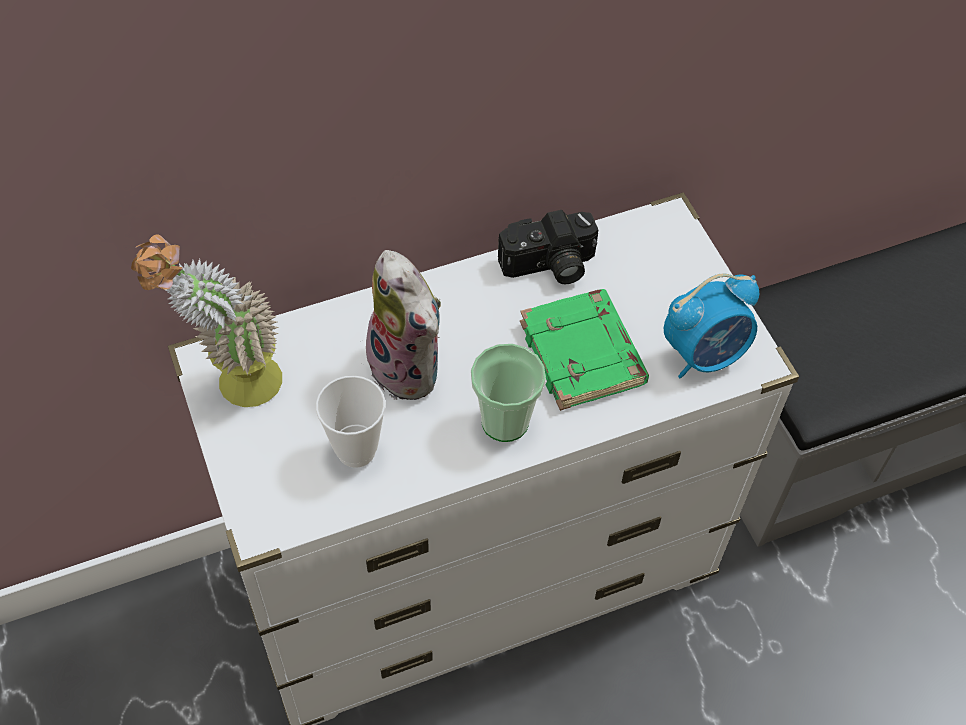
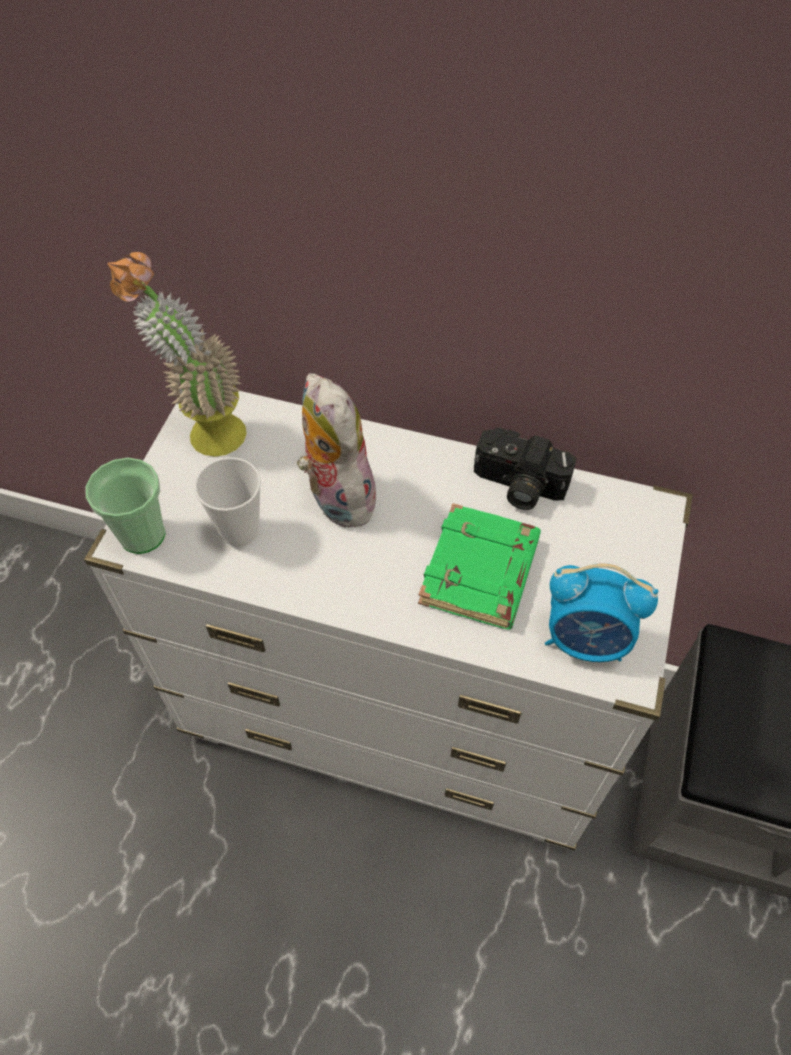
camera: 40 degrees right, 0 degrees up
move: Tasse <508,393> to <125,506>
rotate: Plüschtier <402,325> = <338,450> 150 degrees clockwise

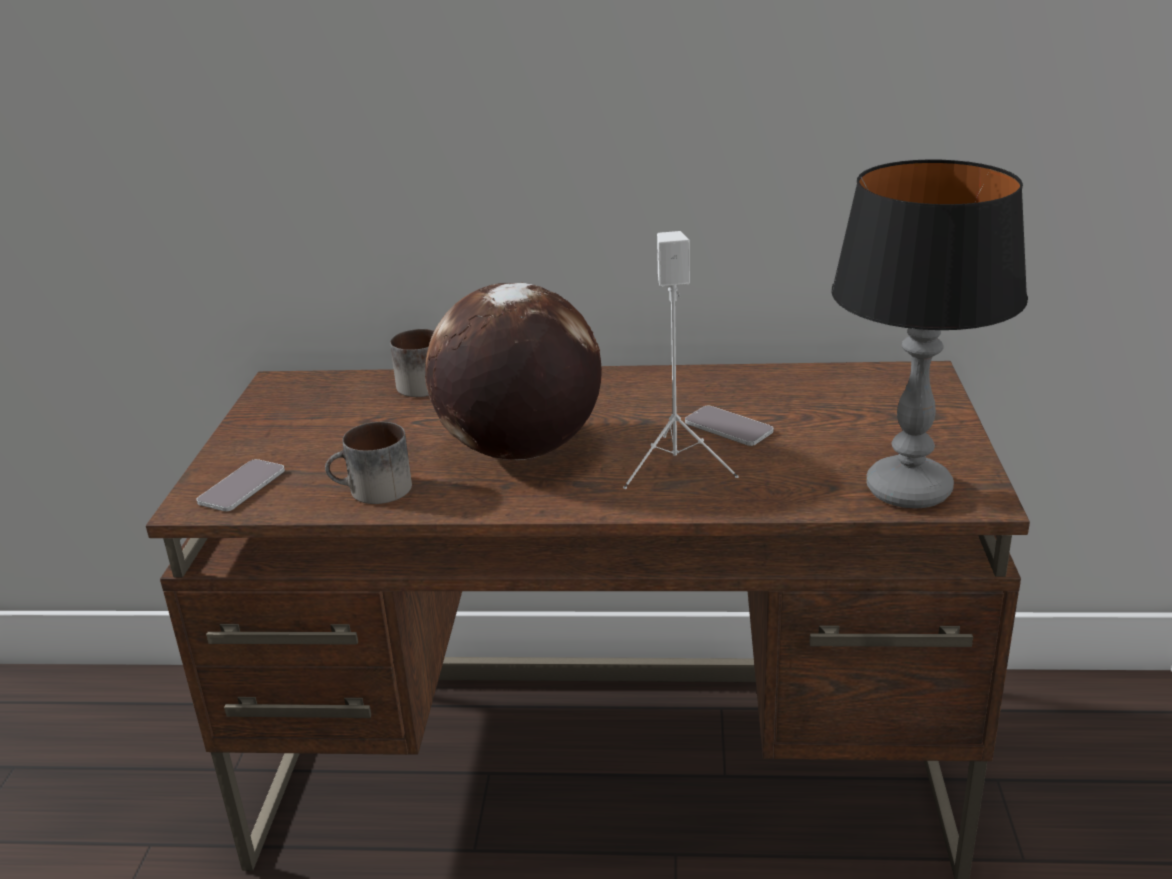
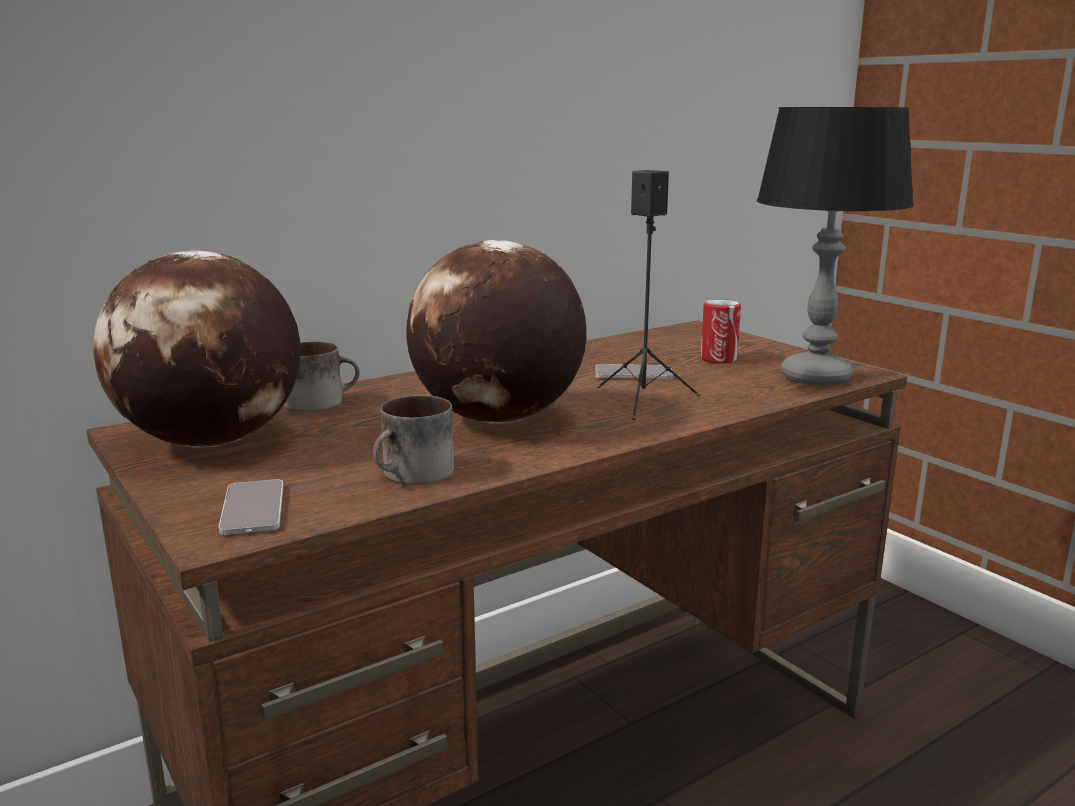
camera: 40 degrees left, 10 degrees down
insert: Globus <197,349>; Dose <721,331>
recolor: Lautsprecher/weiß <681,360> to Lautsprecher/schwarz <648,295>

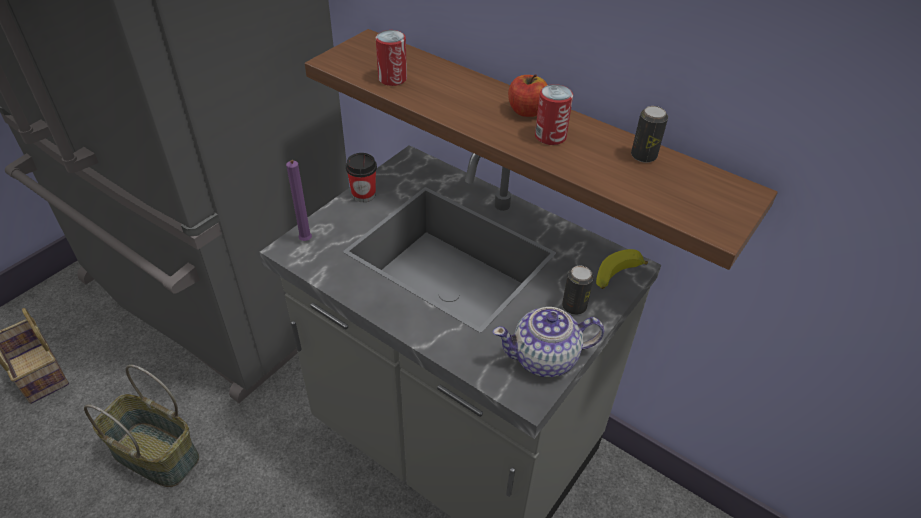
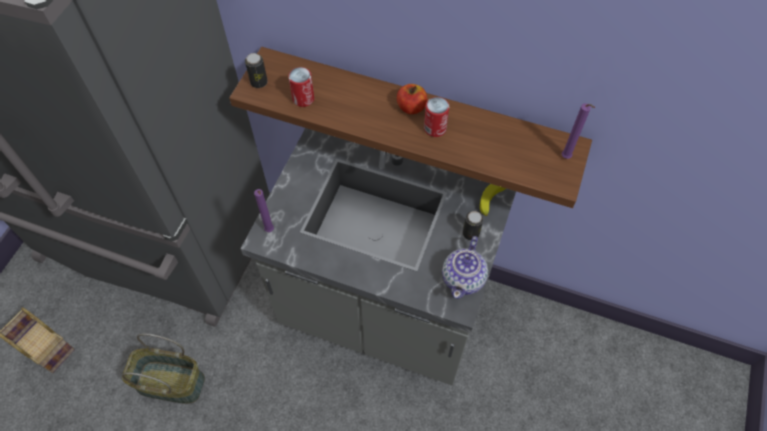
camera: 15 degrees left, 15 degrees up
delete: Tasse <361,177>
insert: Kerze/lila <578,131>
move: Dose <649,134> to <256,70>
rotate: Teekanne <548,342> = <465,267> 45 degrees counterclockwise

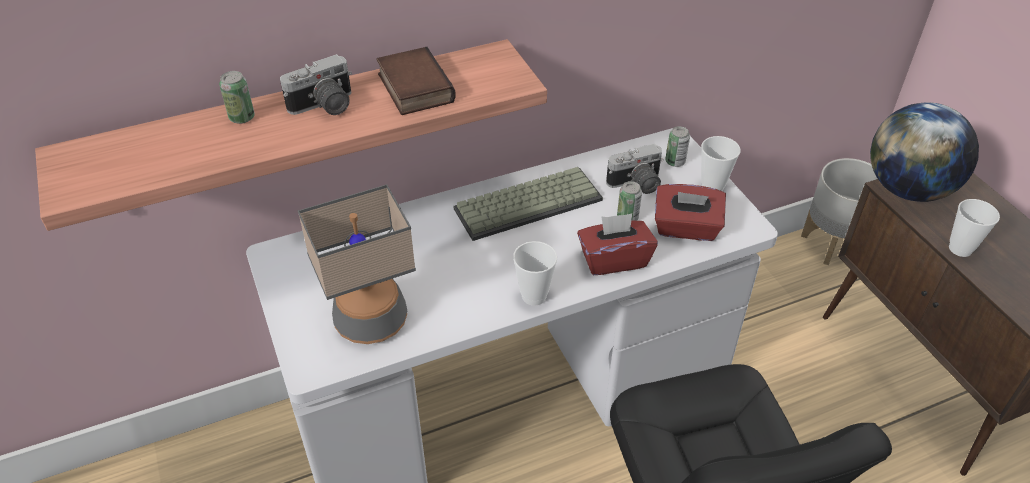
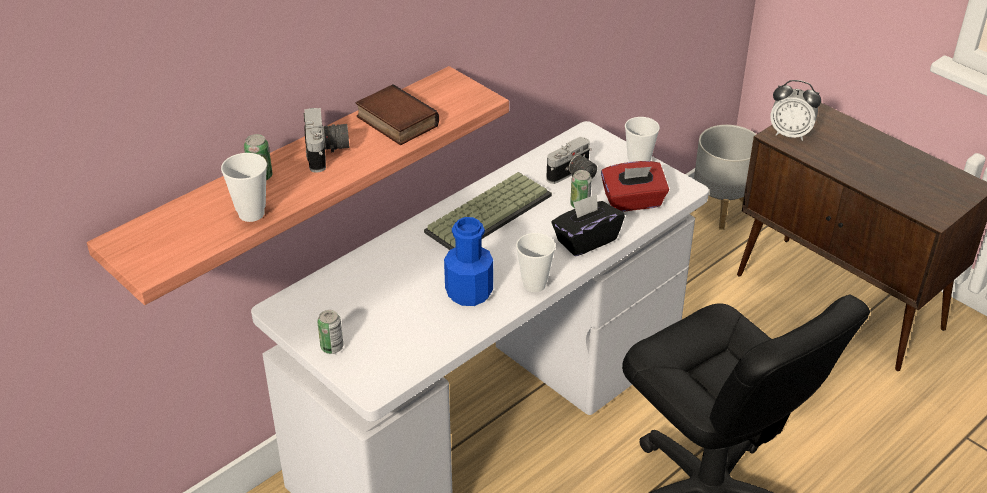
camera: 20 degrees left, 5 degrees down
delete: Tischlampe <357,264>
insert: Flasche/blau <468,261>
move: Tasse <974,228> to <244,187>; Dose <677,146> to <330,332>
replace: Globus <924,152> to Wecker <795,110>
recolor: Taschentuchbox/rot <617,244> to Taschentuchbox/schwarz <588,225>
rotate: Kamera <316,84> = <327,140> 45 degrees counterclockwise

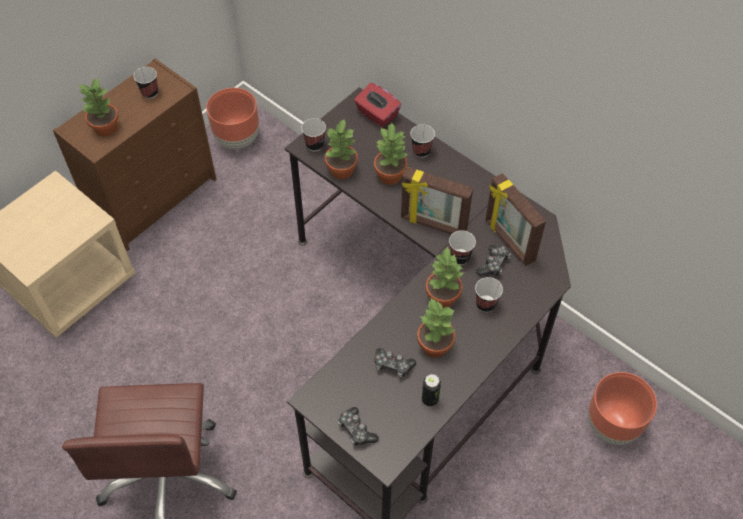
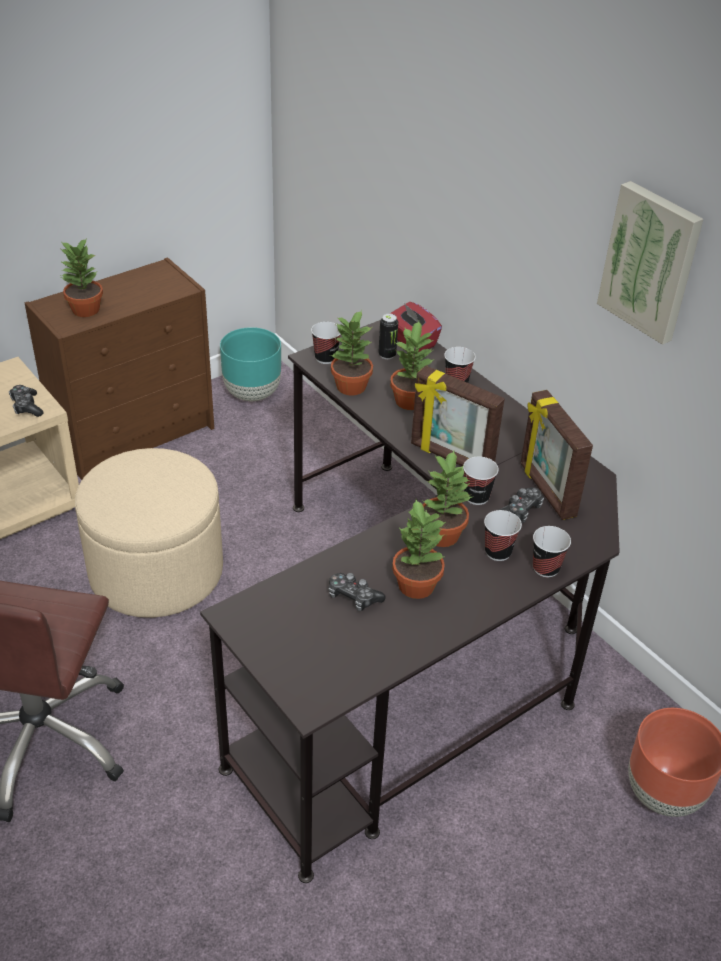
camera: 10 degrees right, 15 degrees down
insert: Polsterhocker/beige <149,533>; Bild <650,263>
move: Gamepad <358,426> to <26,401>; Dose <431,390> to <388,336>; Tasse <145,83> to <552,552>
recolor: Pflanzkübel/braun <232,118> to Pflanzkübel/türkis <250,364>

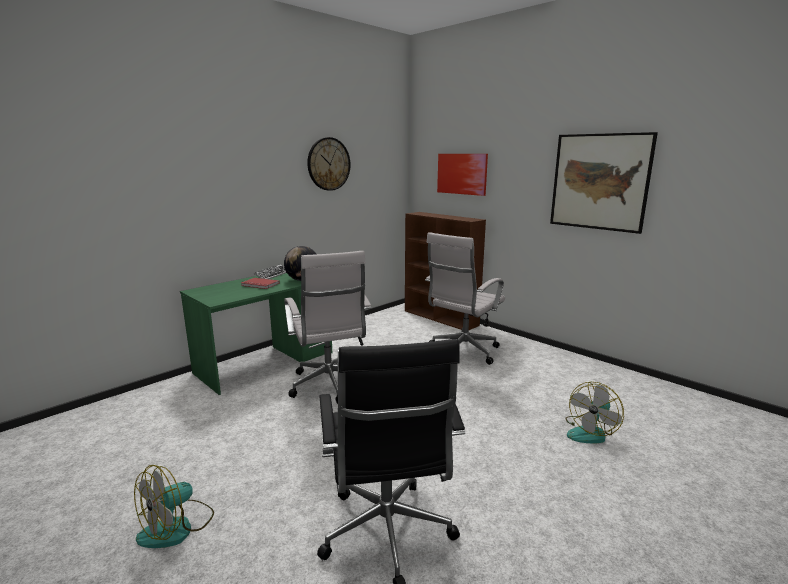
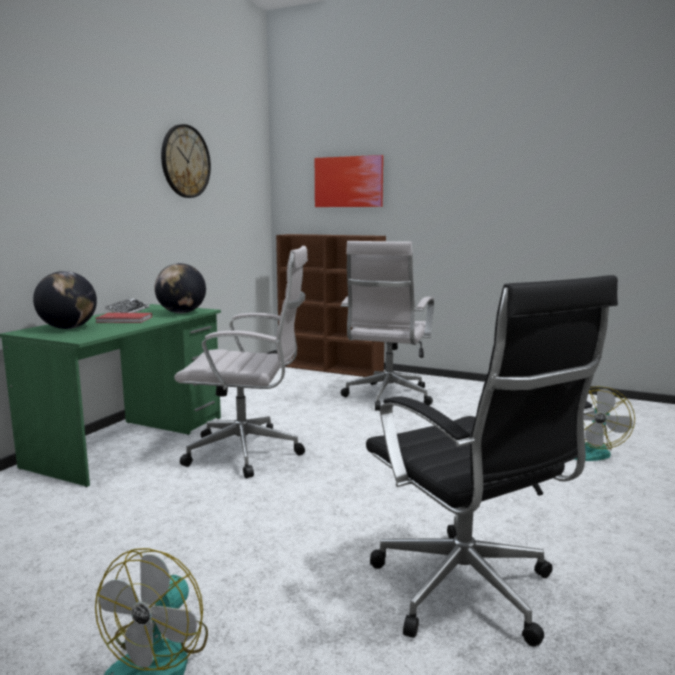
camera: 20 degrees left, 5 degrees down
delete: Bild <604,183>
insert: Globus <65,300>
rotate: Bürostuhl/weiß <328,327> = <241,362> 45 degrees counterclockwise

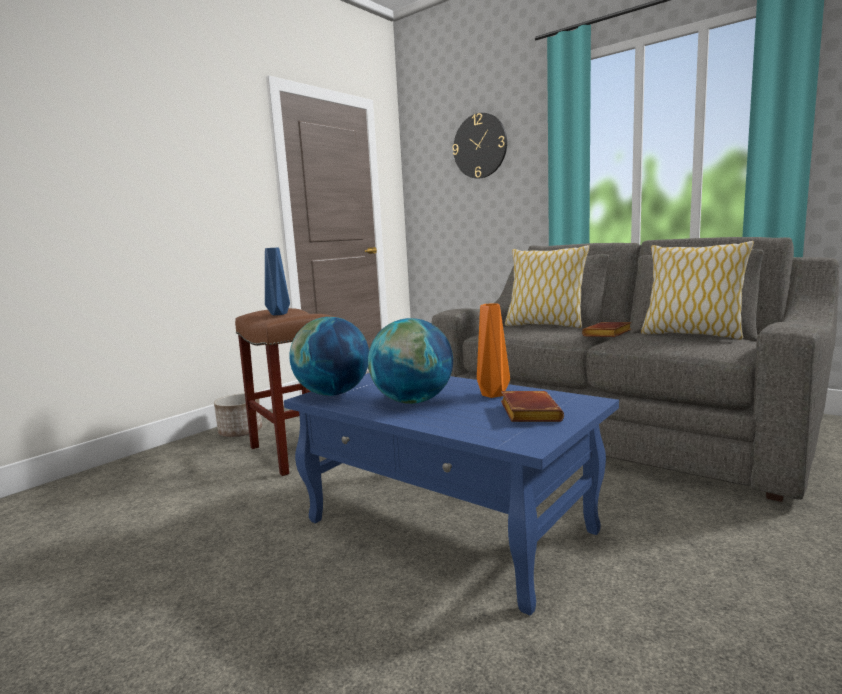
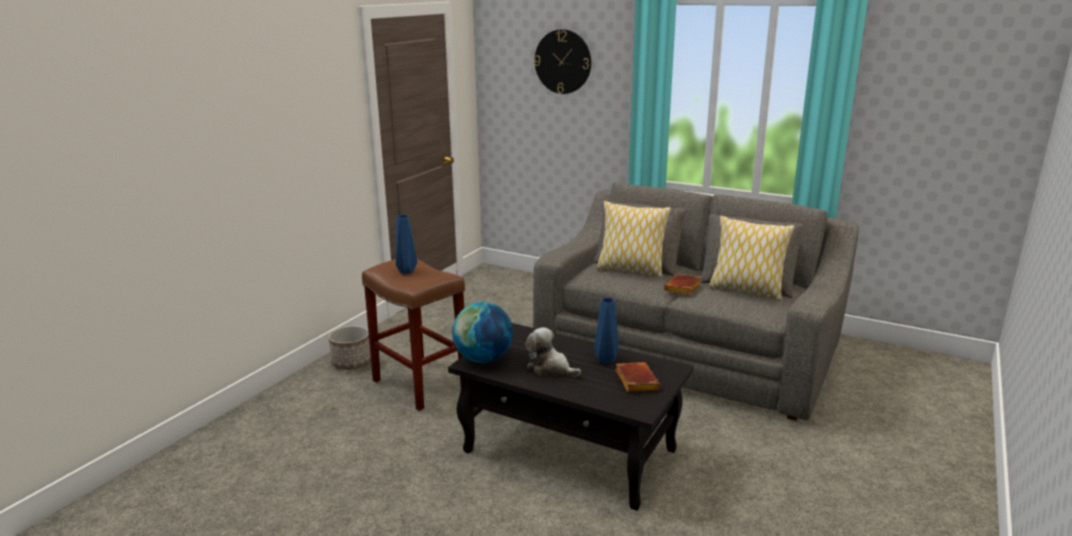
camera: 10 degrees left, 10 degrees up
replace: Globus <410,361> to Plüschtier <553,352>
recolor: Couchtisch/blau <451,494> to Couchtisch/schwarz <571,417>; Vase/orange <493,350> to Vase/blau <606,331>

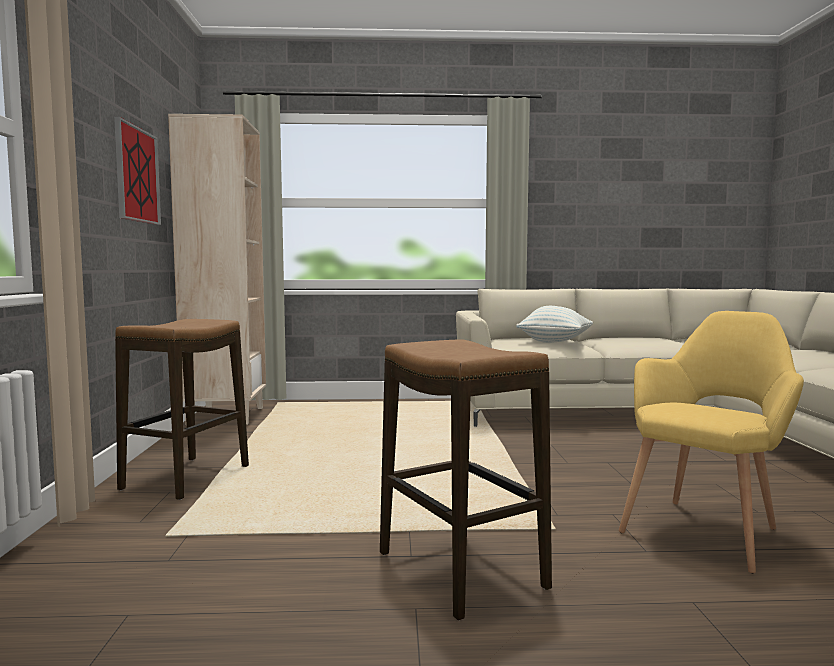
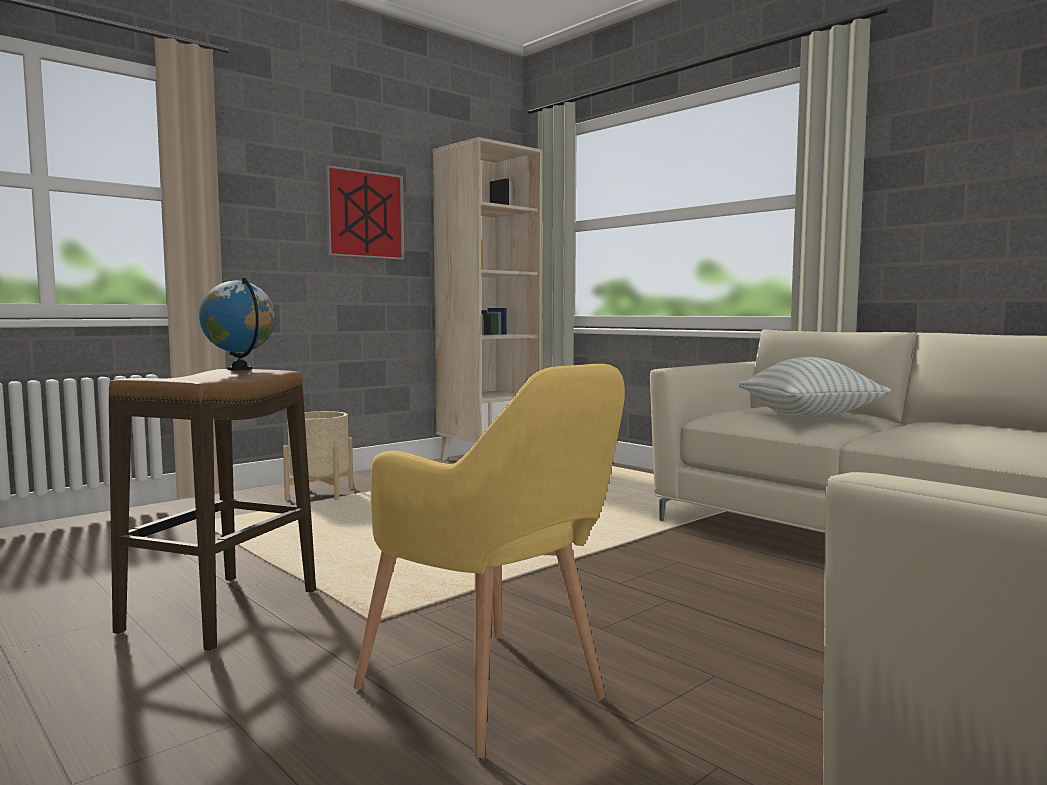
camera: 50 degrees right, 0 degrees up
insert: Globus <237,323>
replace: Hocker <182,409> to Pflanzkübel/beige <318,456>
rotate: Sessel/gelb <711,442> = <489,561> 45 degrees clockwise

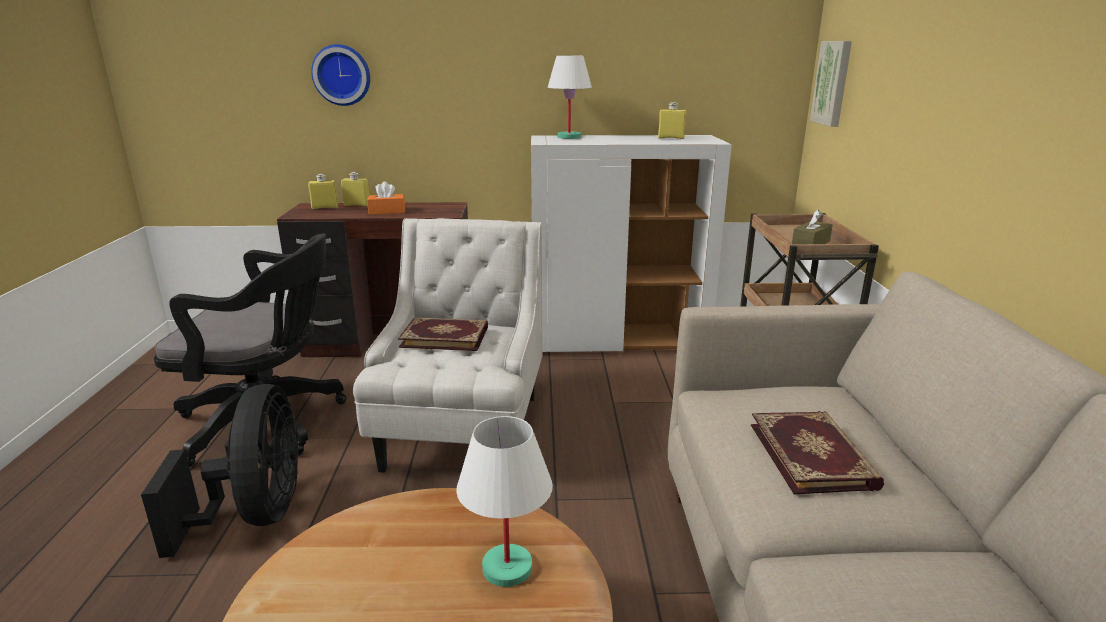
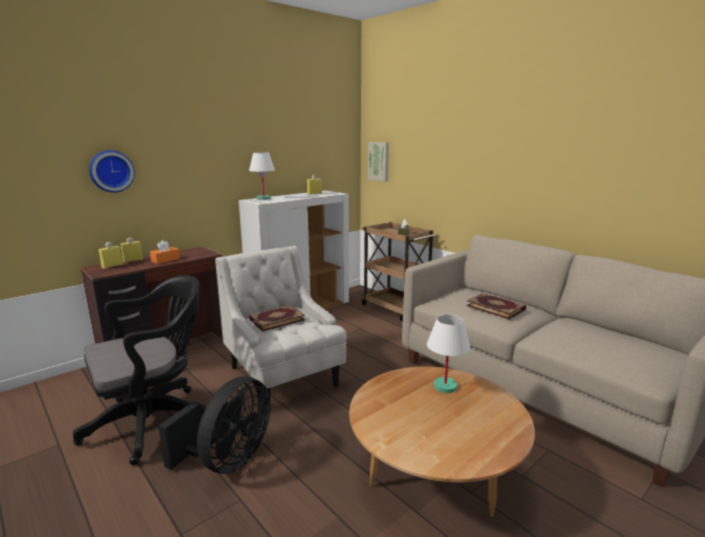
camera: 40 degrees left, 5 degrees down
rotate: Ventilator/schwarz <220,471> = <214,425> 75 degrees clockwise

